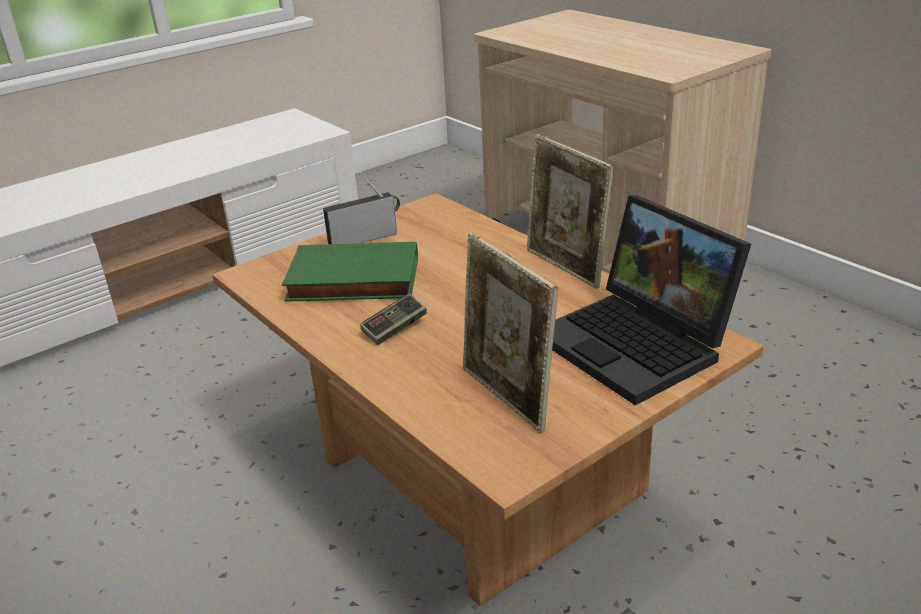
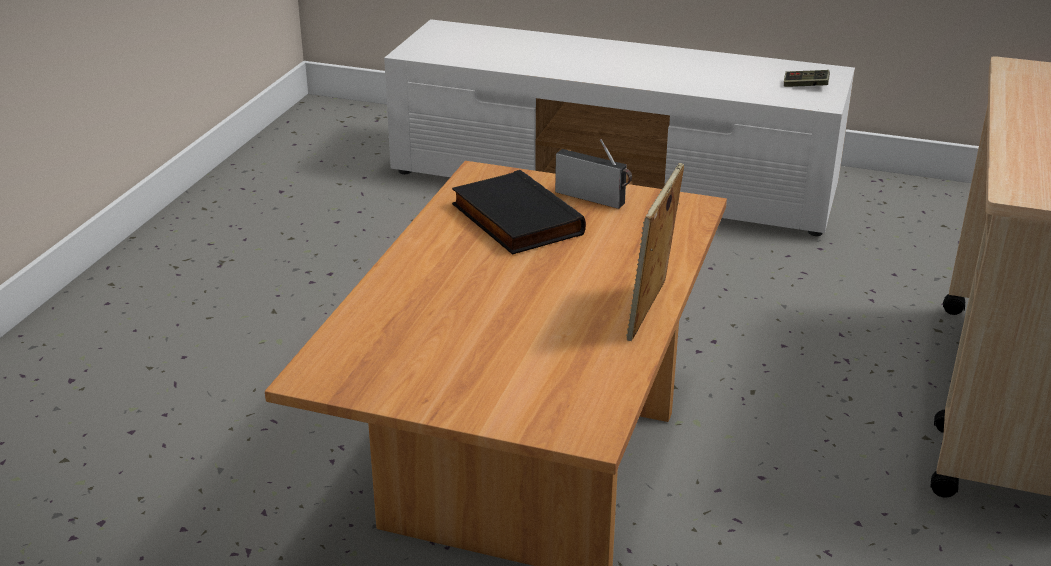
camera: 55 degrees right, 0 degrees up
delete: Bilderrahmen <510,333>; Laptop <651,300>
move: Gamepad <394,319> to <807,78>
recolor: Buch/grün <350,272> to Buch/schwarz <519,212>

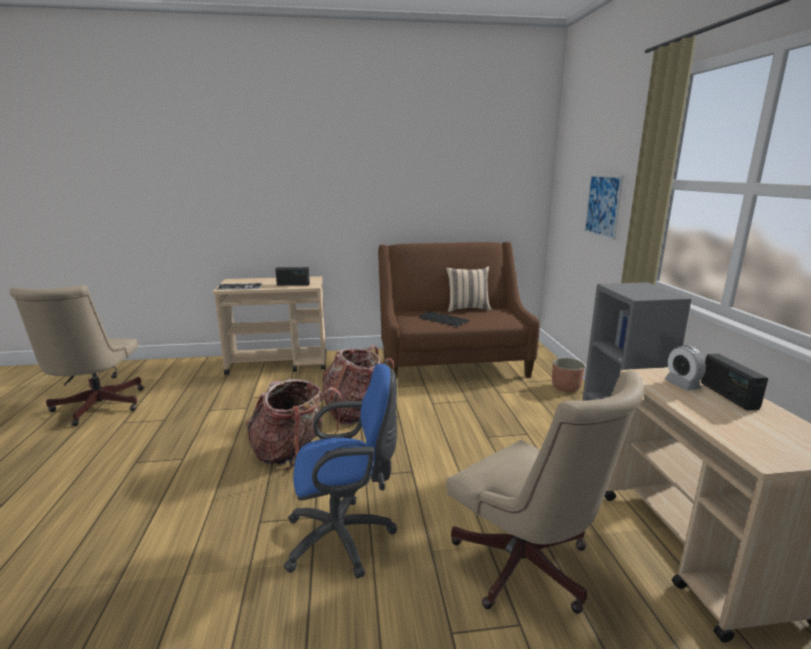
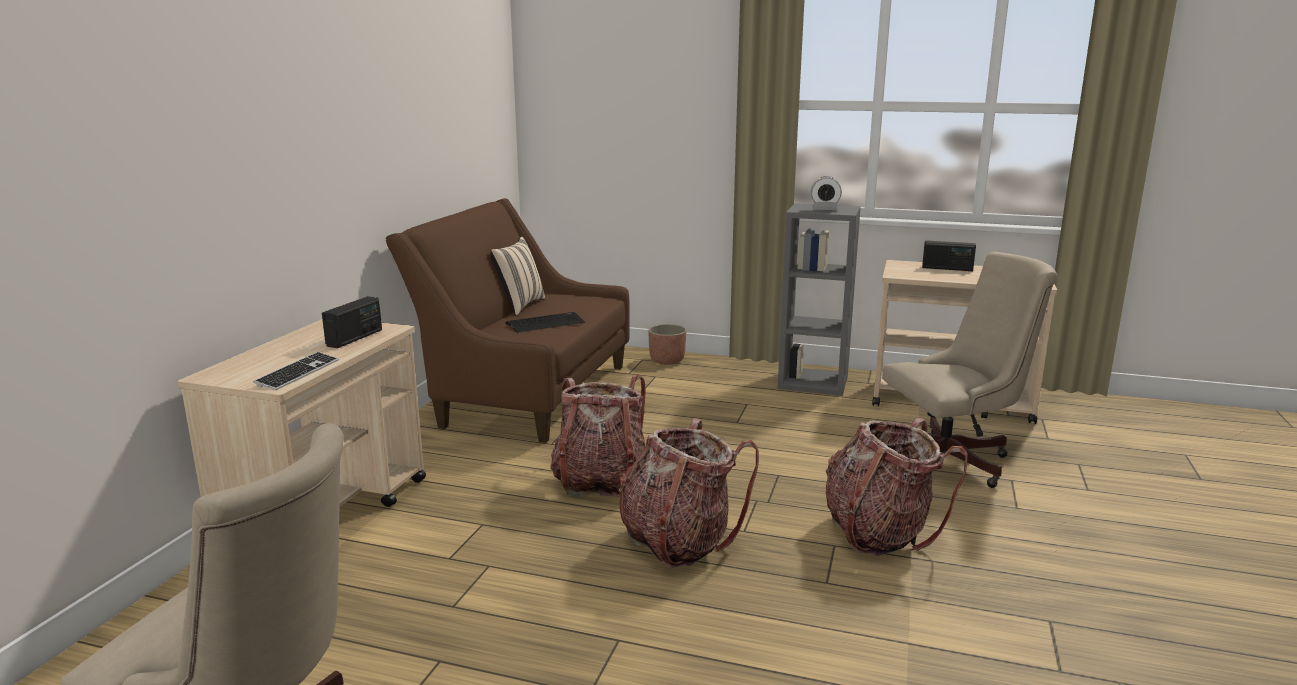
camera: 65 degrees left, 0 degrees up
delete: Bild <604,207>
move: Wecker <685,368> to <826,193>
replace: Bürostuhl/blau <340,471> to Rucksack <897,487>

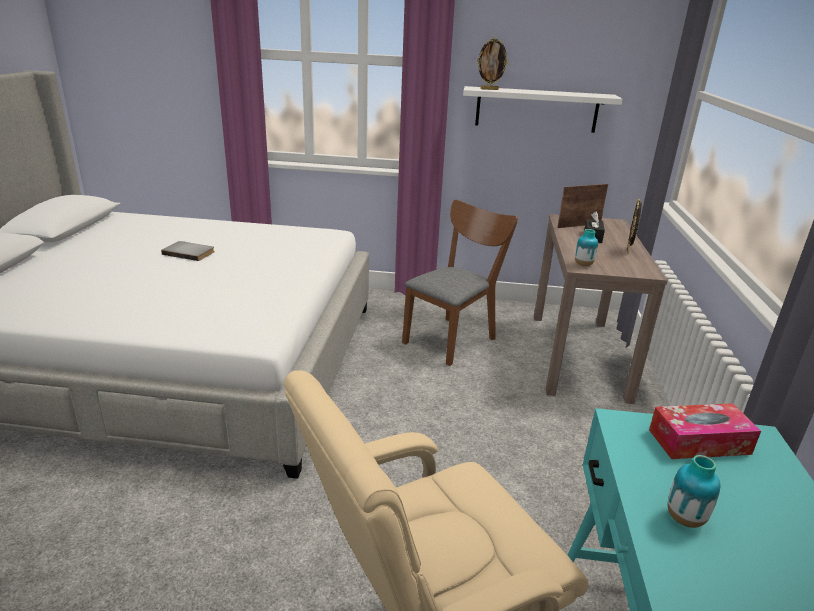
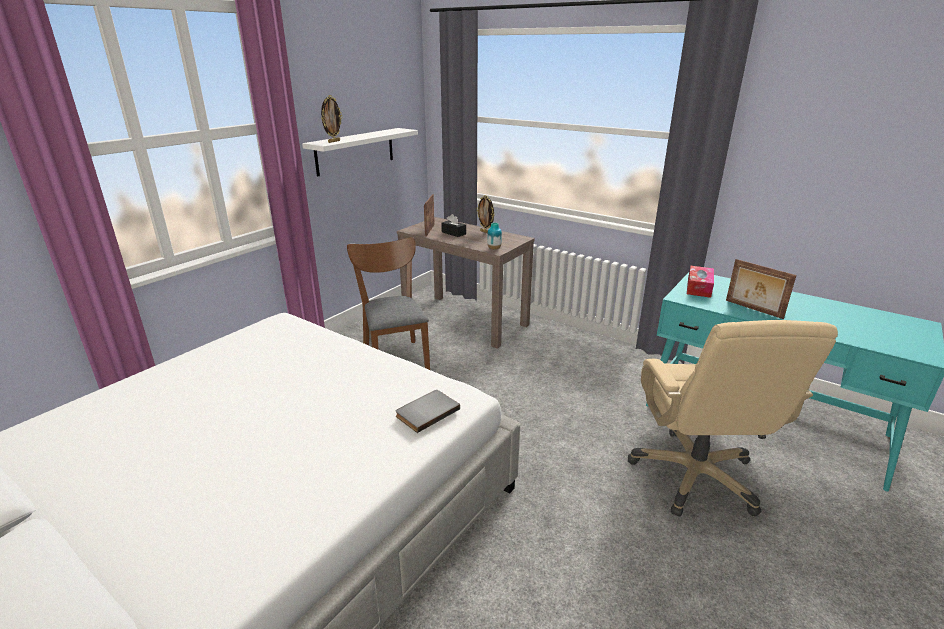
camera: 60 degrees left, 0 degrees up
move: Buch/grau <188,251> to <427,411>
replace: Vase <694,491> to Bilderrahmen <761,289>

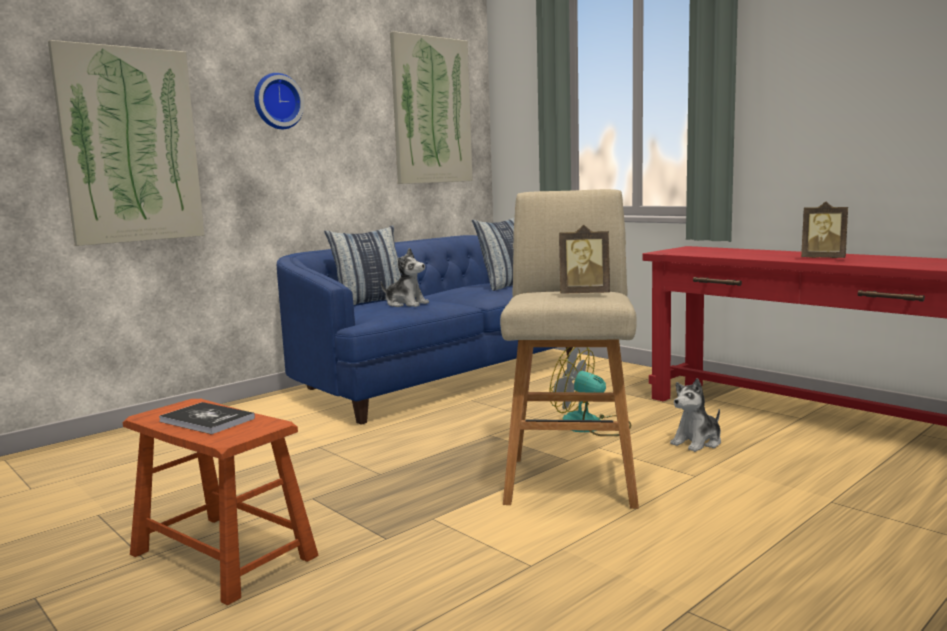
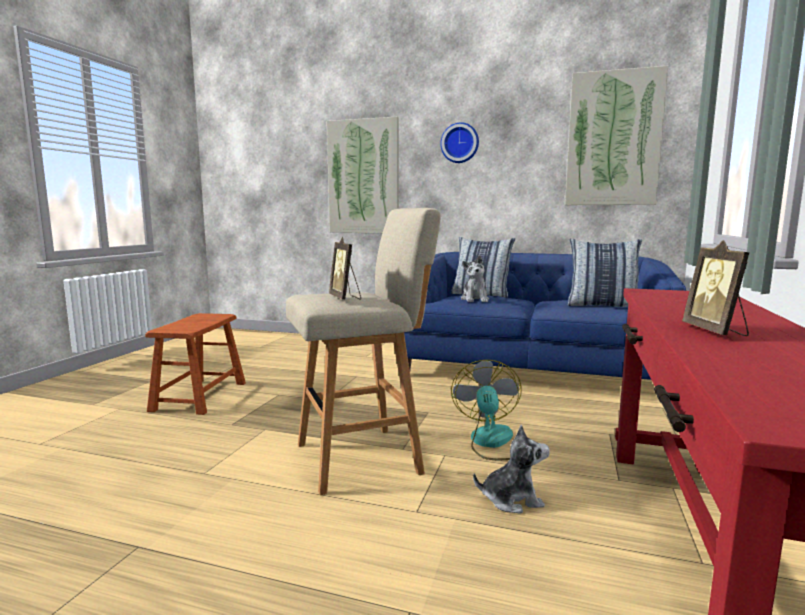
camera: 60 degrees right, 0 degrees up
delete: Buch <207,418>
rotate: Plüschtier <695,415> = <511,469> 150 degrees clockwise

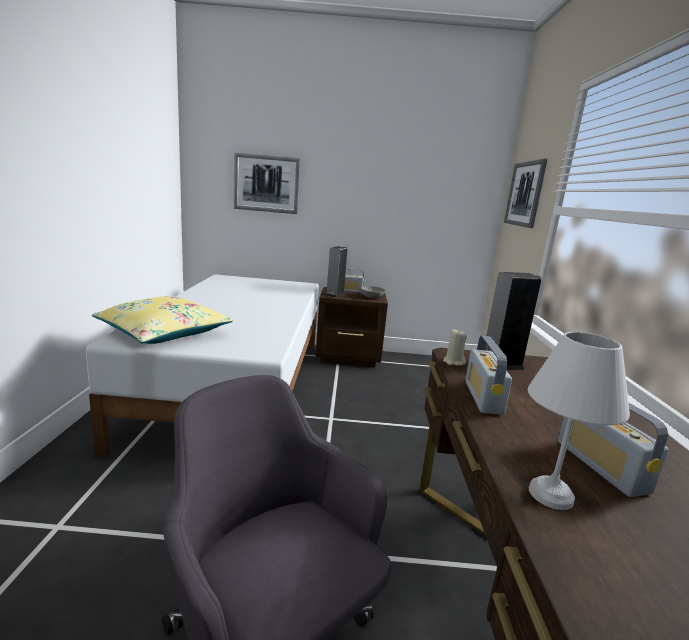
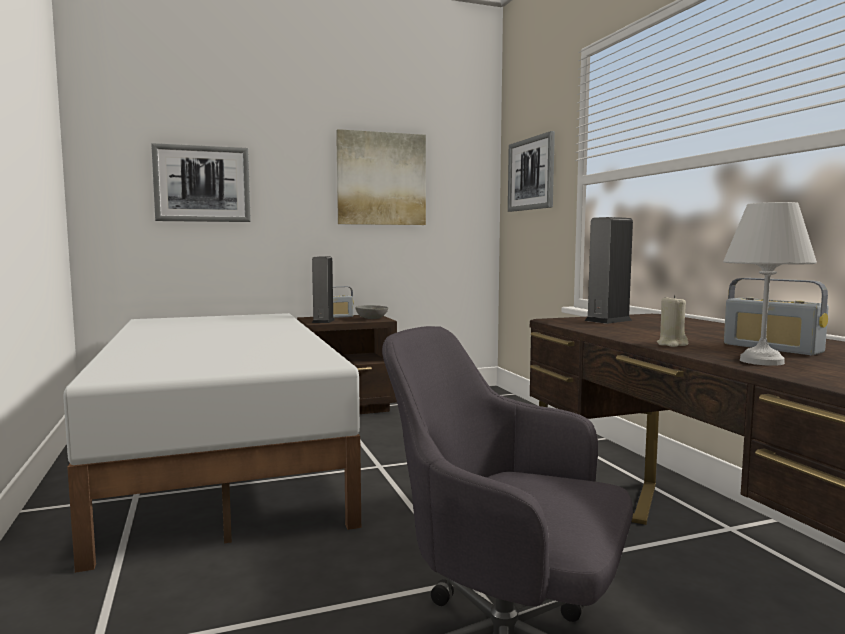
camera: 20 degrees left, 10 degrees down
delete: Kissen/gelb <162,320>; Radio <488,375>
insert: Bild <381,177>
move: Kerze/beige <455,347> to <672,321>

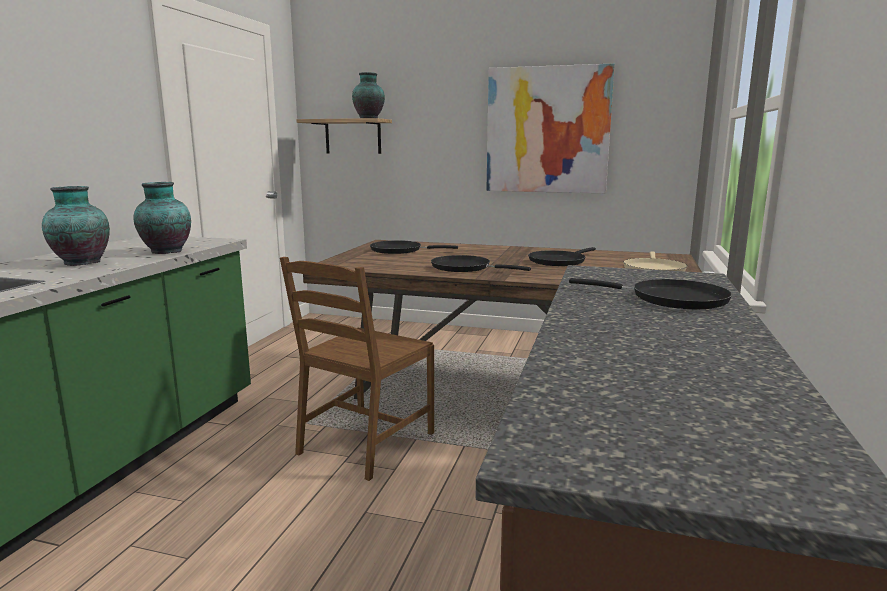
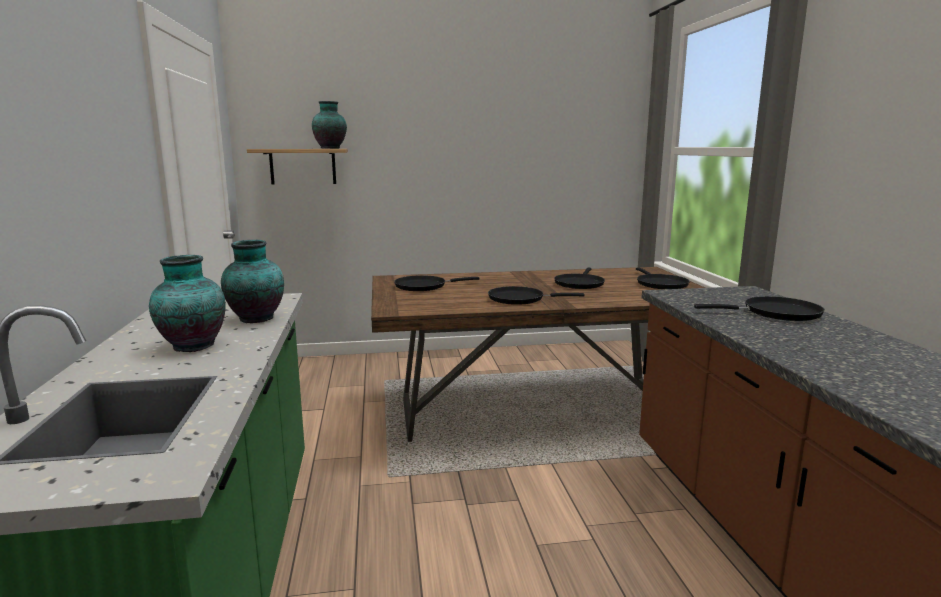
camera: 25 degrees left, 0 degrees up
delete: Stuhl/braun <357,369>; Bild <550,128>
recolor: Pfanne/beige <655,261> to Pfanne/schwarz <663,278>

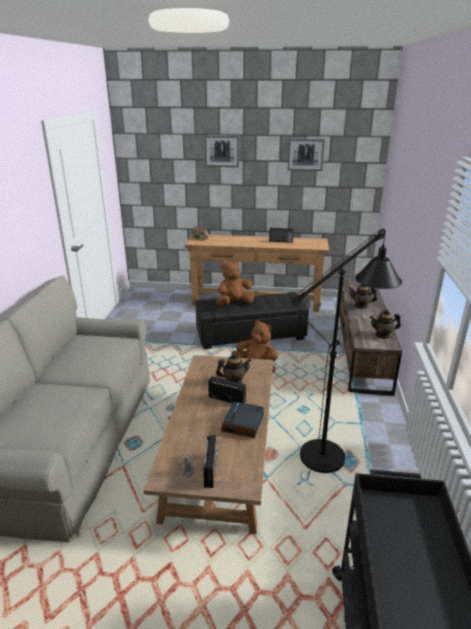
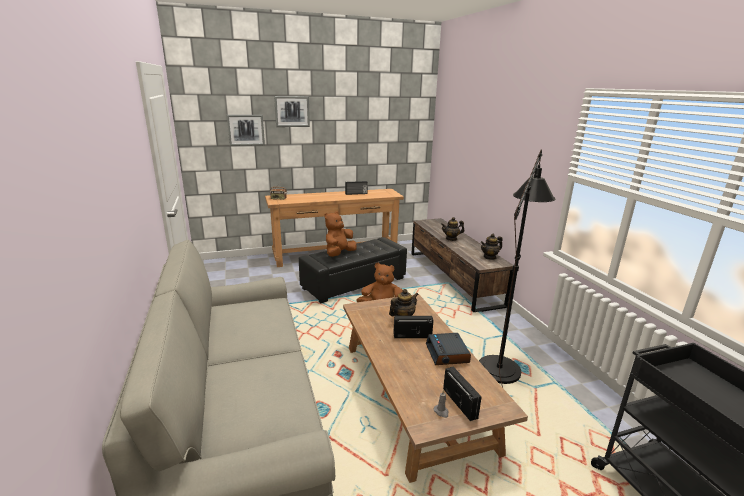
camera: 25 degrees left, 5 degrees down
move: Bild <306,154> to <246,130>

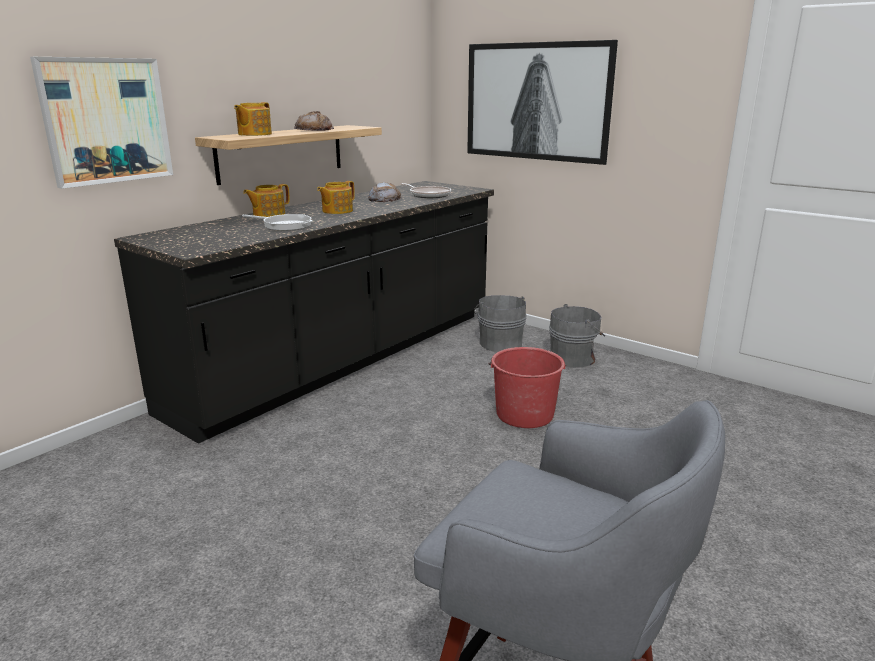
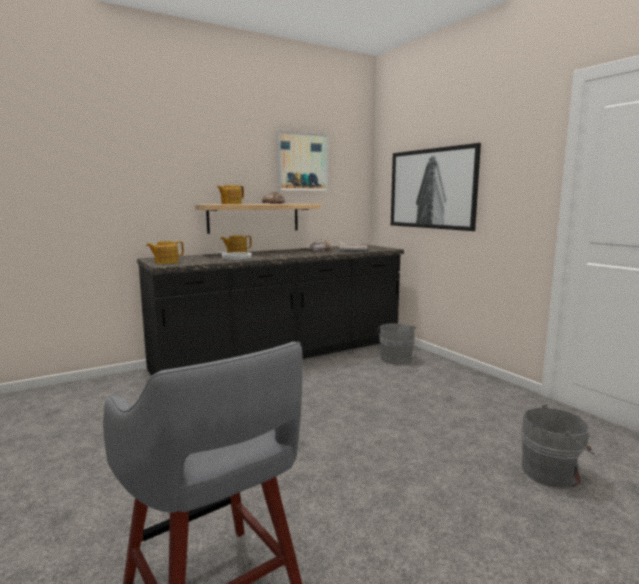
camera: 20 degrees right, 10 degrees down
delete: Eimer/rot <527,387>
move: Teekanne <336,197> to <165,252>; Bild <101,123> to <303,160>; Eimer/grau <577,336> to <557,446>

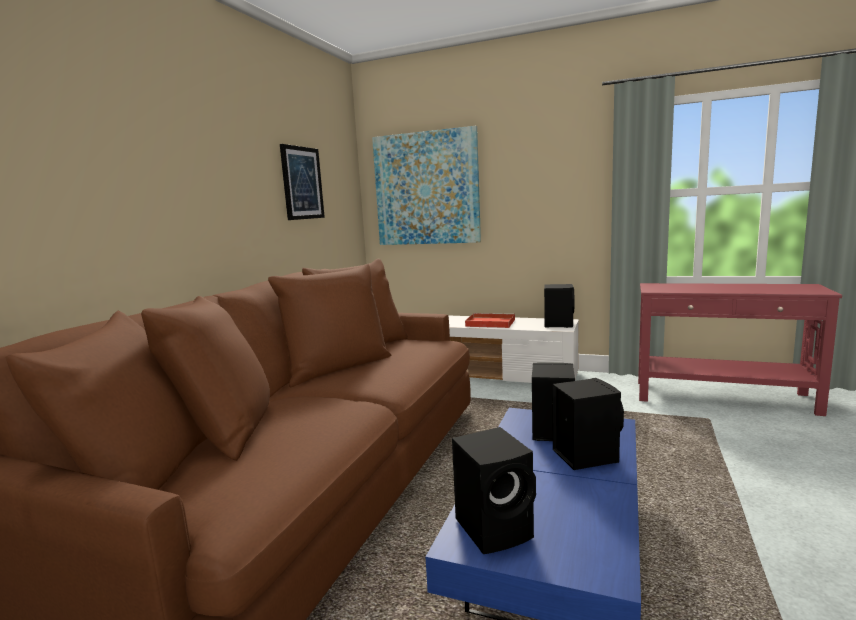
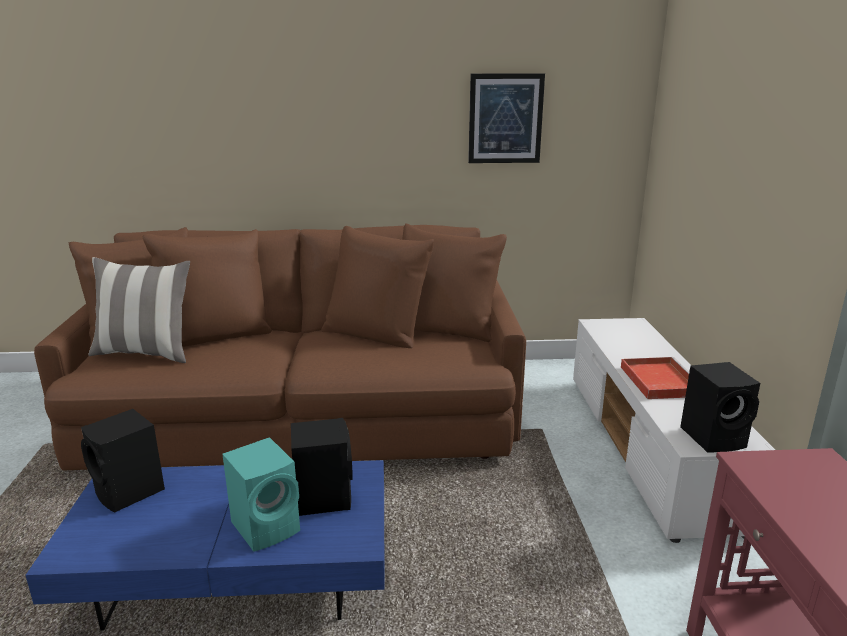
camera: 65 degrees right, 10 degrees up
delete: Bild <426,185>
insert: Kissen <139,310>
recolor: Lautsprecher/schwarz <588,424> to Lautsprecher/türkis <261,494>

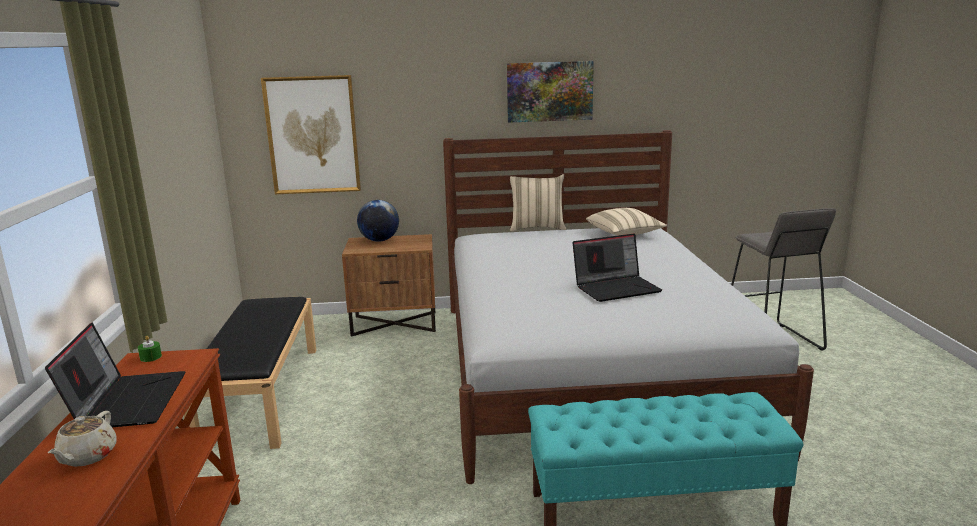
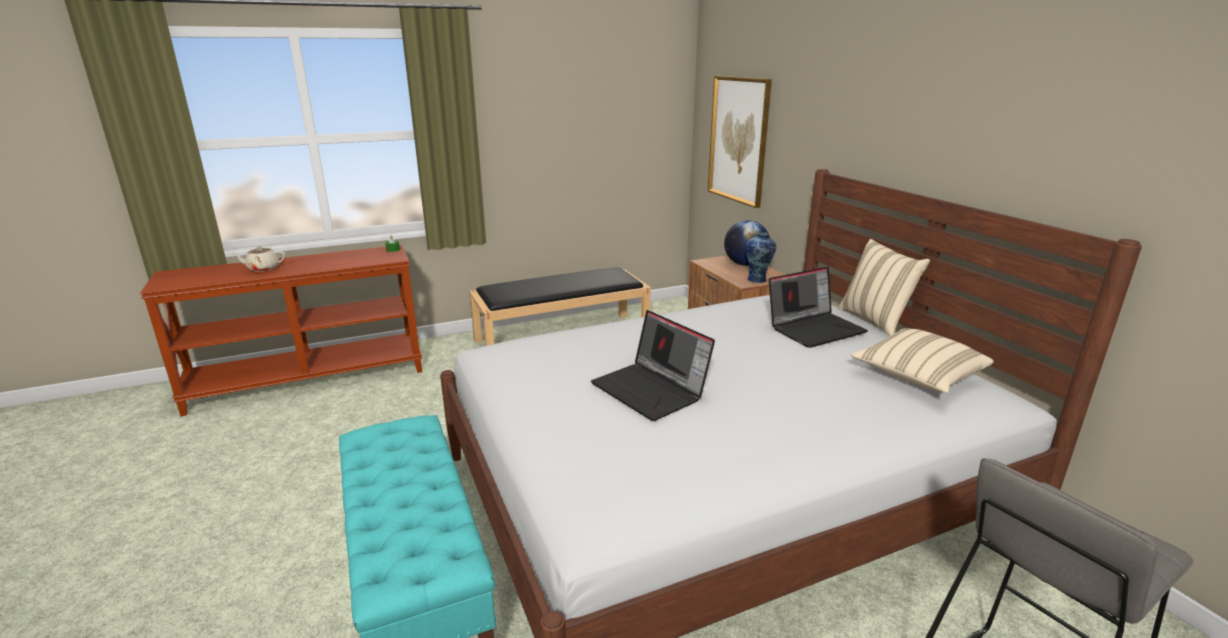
camera: 70 degrees right, 5 degrees up
delete: Bild <550,92>
insert: Vase <761,257>
move: Laptop <115,375> to <818,307>

